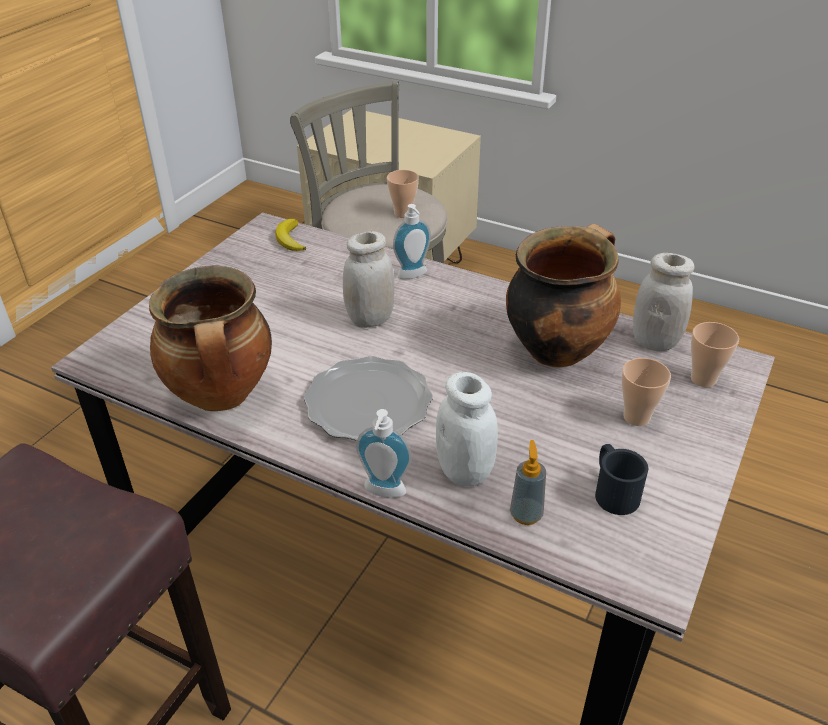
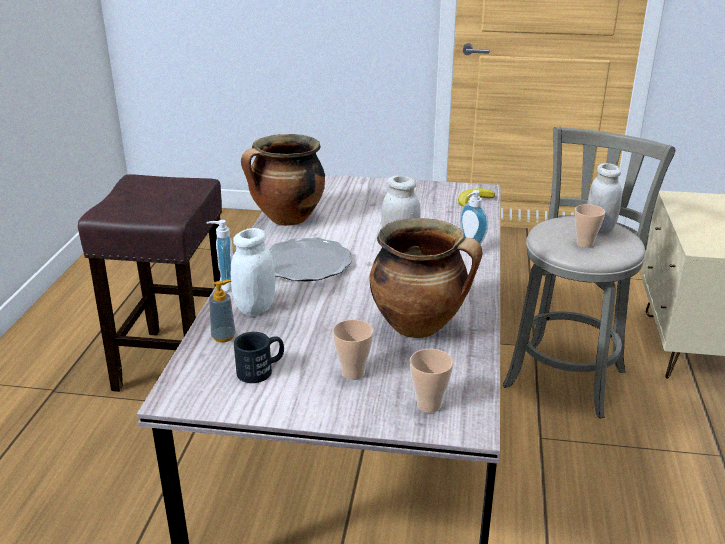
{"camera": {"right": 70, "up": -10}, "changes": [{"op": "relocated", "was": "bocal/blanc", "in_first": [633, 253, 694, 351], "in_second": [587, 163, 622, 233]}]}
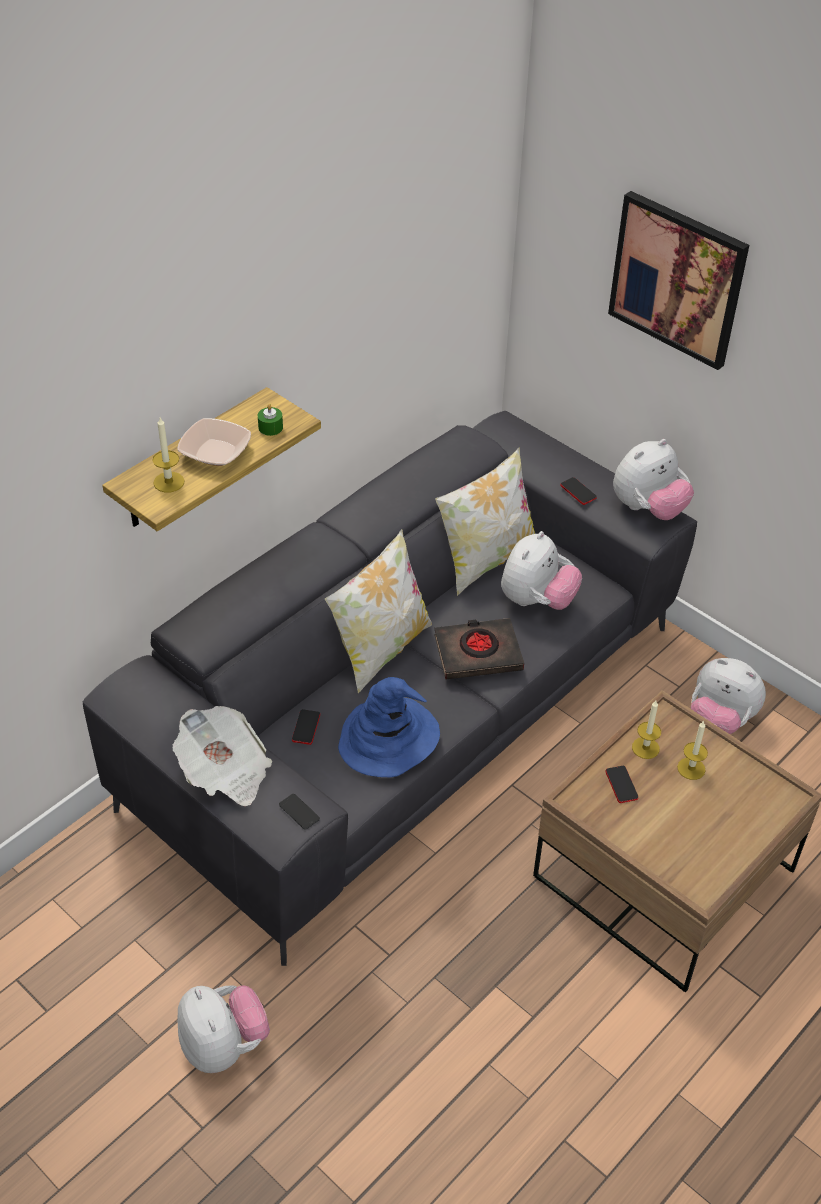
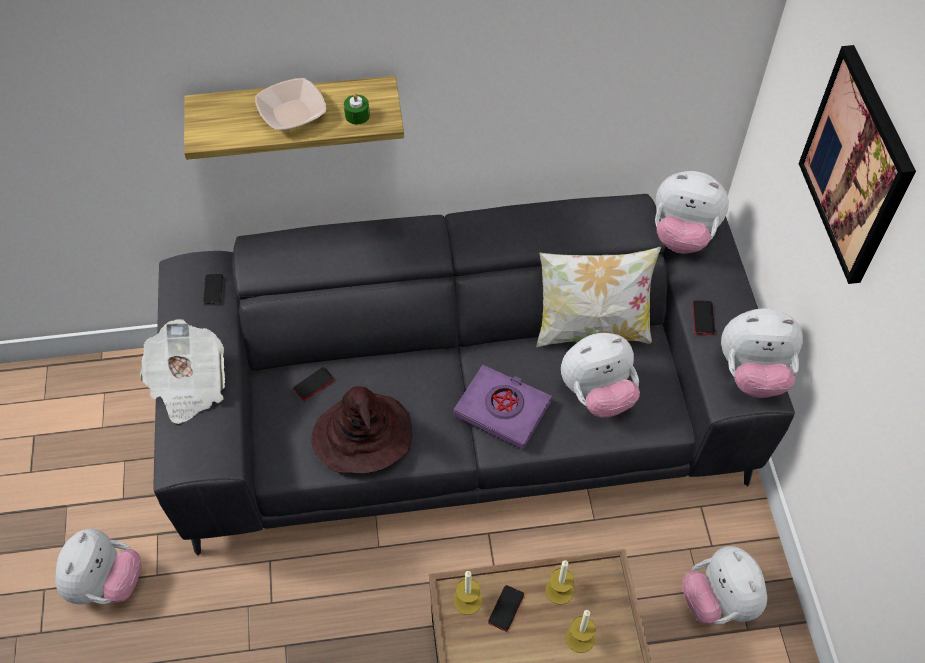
{"camera": {"right": 40, "up": 10}, "changes": [{"op": "relocated", "was": "bougie", "in_first": [152, 418, 185, 492], "in_second": [453, 571, 482, 615]}, {"op": "missing", "was": "coussin", "in_first": [325, 529, 432, 693]}, {"op": "colour", "was": "livre/noir", "now": "livre/violet", "in_first": [434, 618, 524, 679], "in_second": [453, 365, 552, 449]}, {"op": "colour", "was": "chapeau/bleu", "now": "chapeau/marron", "in_first": [338, 677, 440, 777], "in_second": [311, 386, 412, 474]}, {"op": "relocated", "was": "téléphone", "in_first": [279, 794, 320, 830], "in_second": [203, 274, 223, 304]}, {"op": "appeared", "now": "peluche", "in_second": [655, 171, 729, 254]}]}
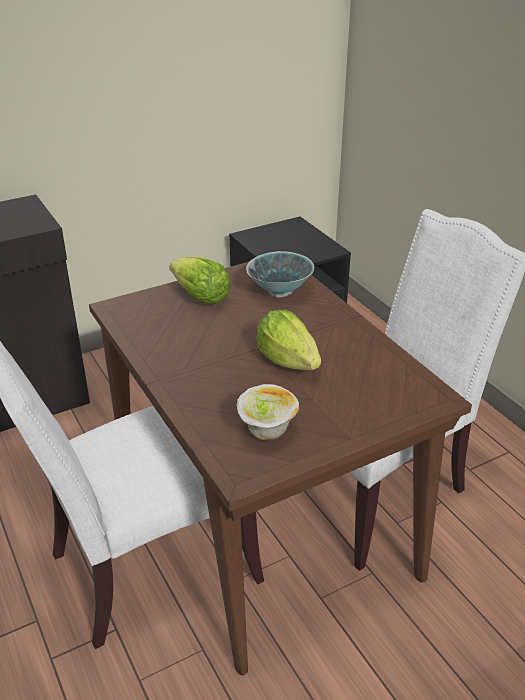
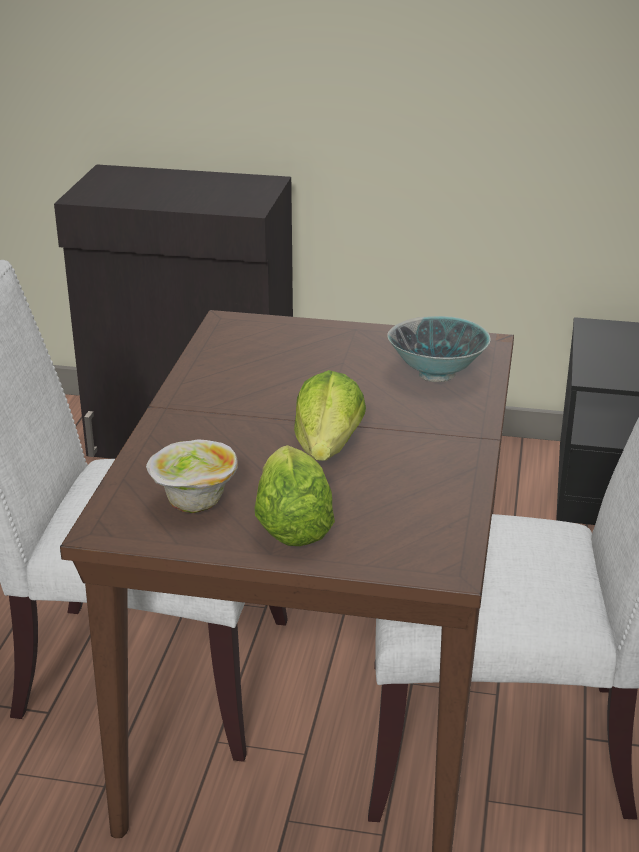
{"camera": {"right": 40, "up": -5}, "changes": [{"op": "relocated", "was": "laitue", "in_first": [169, 257, 231, 304], "in_second": [255, 445, 335, 546]}]}
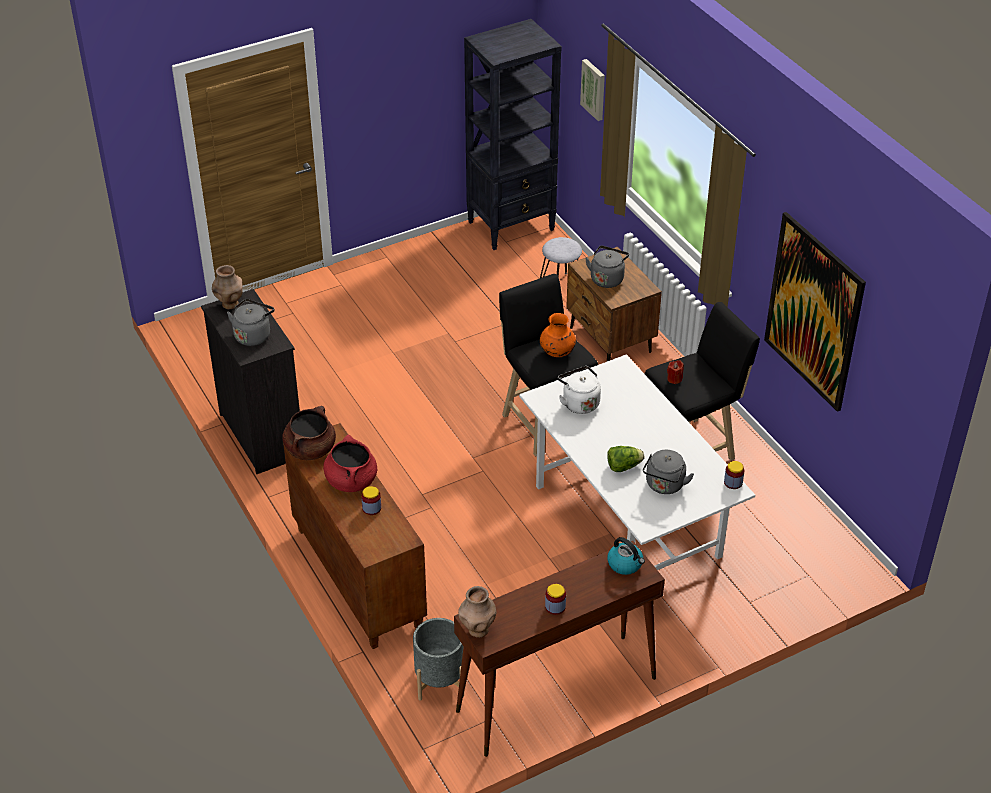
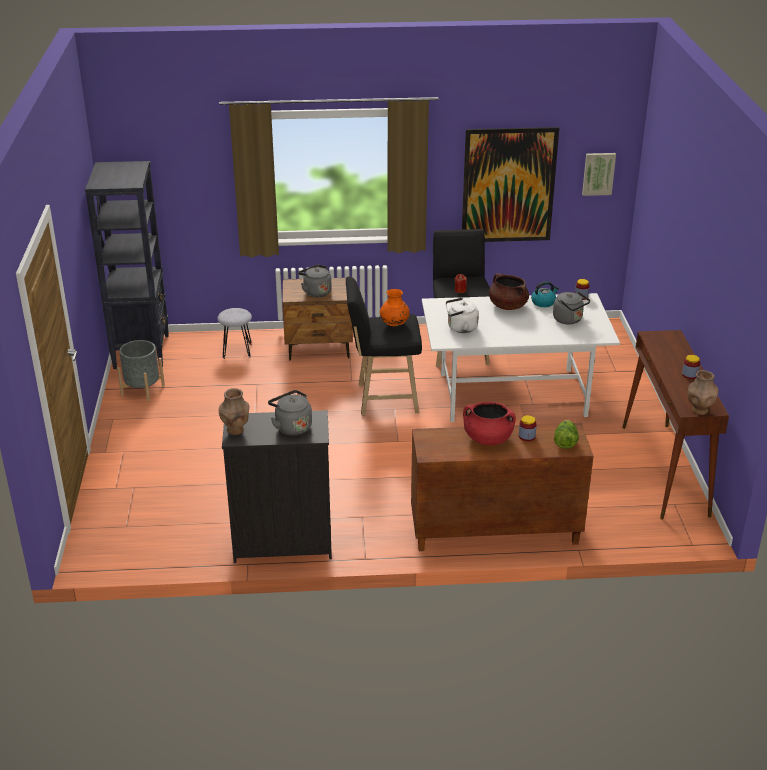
{"camera": {"right": -65, "up": -10}, "changes": [{"op": "relocated", "was": "tableau", "in_first": [580, 59, 605, 121], "in_second": [582, 153, 616, 196]}, {"op": "relocated", "was": "marmite/marron", "in_first": [282, 406, 336, 460], "in_second": [489, 273, 529, 310]}, {"op": "relocated", "was": "laitue", "in_first": [607, 446, 645, 472], "in_second": [554, 420, 579, 449]}, {"op": "relocated", "was": "bouilloire", "in_first": [607, 537, 645, 575], "in_second": [531, 281, 559, 307]}, {"op": "relocated", "was": "cache-pot/gris", "in_first": [413, 618, 464, 700], "in_second": [117, 340, 165, 402]}]}
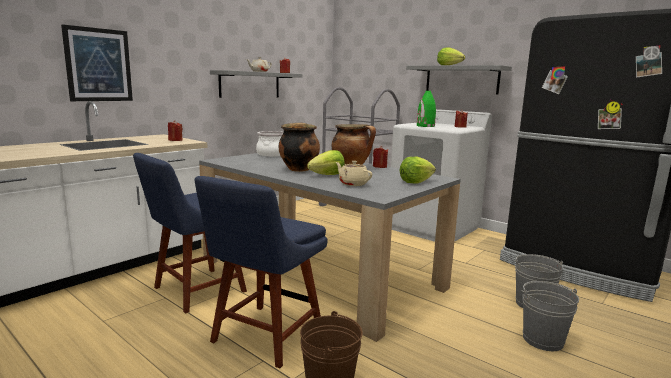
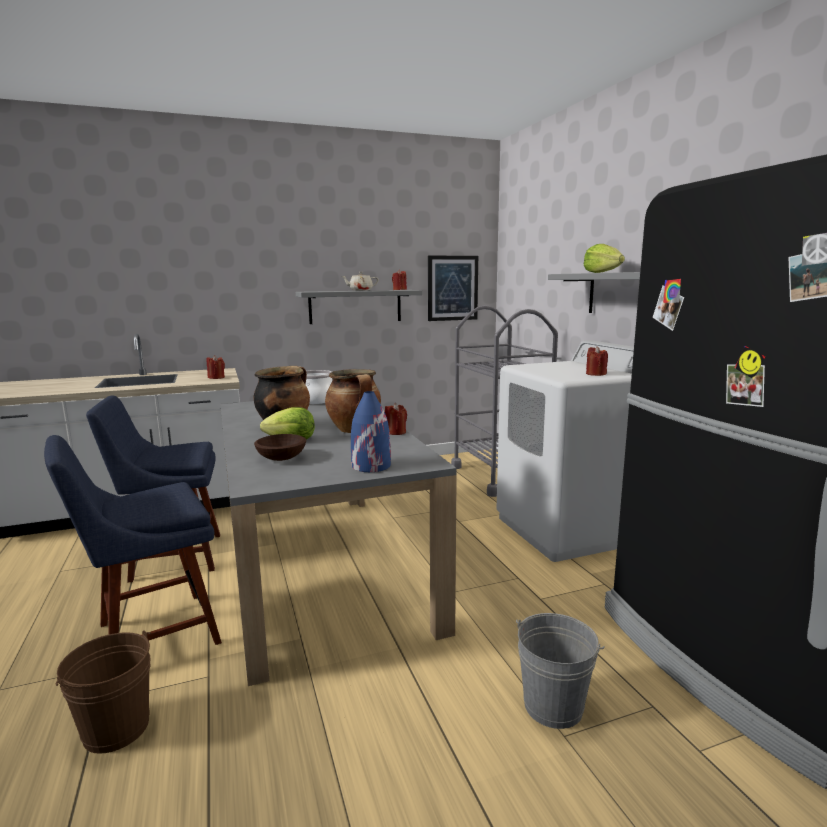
{"camera": {"right": 30, "up": 0}, "changes": [{"op": "relocated", "was": "tableau", "in_first": [61, 24, 133, 101], "in_second": [428, 256, 478, 321]}, {"op": "missing", "was": "vase/vert", "in_first": [417, 91, 436, 127]}, {"op": "exchanged", "was": "laitue", "now": "vase/bleu", "in_first": [399, 156, 436, 183], "in_second": [351, 391, 391, 472]}, {"op": "exchanged", "was": "théière/beige", "now": "bol/marron", "in_first": [335, 161, 372, 186], "in_second": [254, 434, 306, 461]}, {"op": "missing", "was": "seau/gris", "in_first": [522, 281, 579, 351]}]}
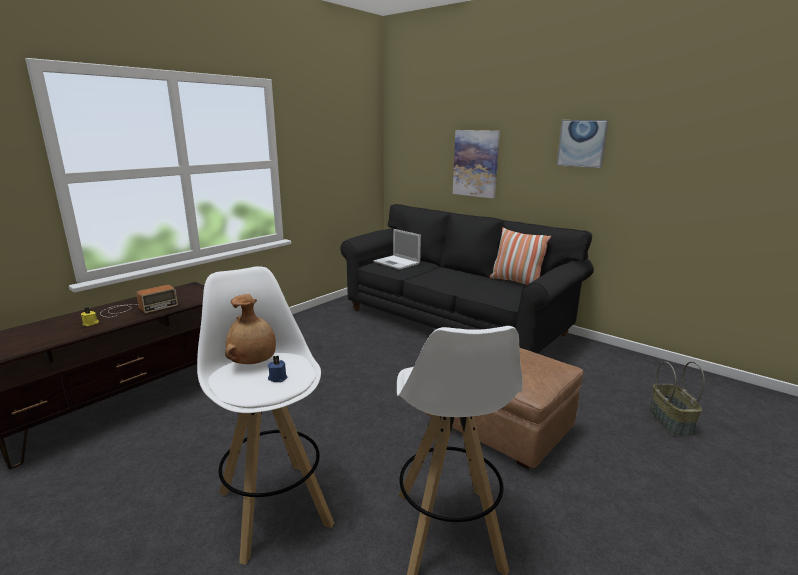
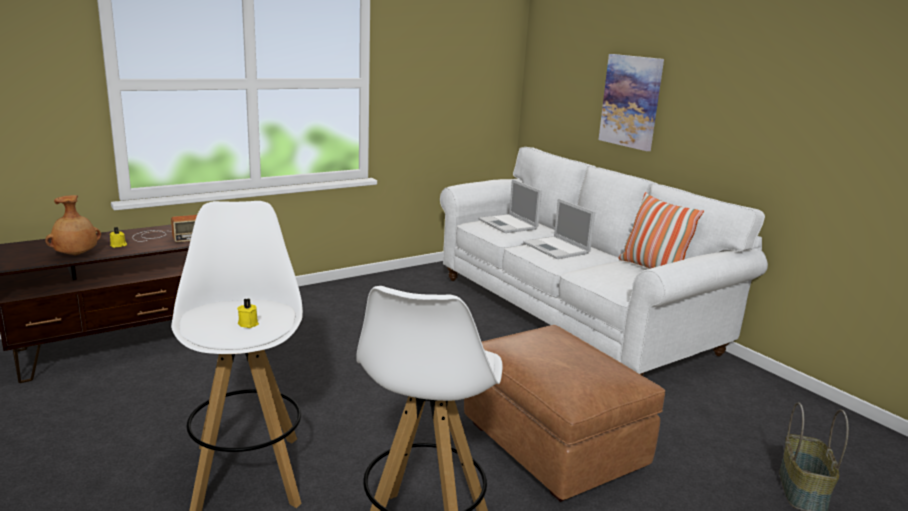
{"camera": {"right": 15, "up": 0}, "changes": [{"op": "missing", "was": "tableau", "in_first": [557, 120, 609, 168]}, {"op": "colour", "was": "canapé/noir", "now": "canapé/blanc", "in_first": [340, 204, 594, 354], "in_second": [440, 147, 768, 376]}, {"op": "relocated", "was": "vase/marron", "in_first": [225, 294, 276, 364], "in_second": [45, 195, 101, 255]}, {"op": "colour", "was": "bougie/bleu", "now": "bougie/jaune", "in_first": [268, 355, 288, 382], "in_second": [237, 299, 259, 328]}, {"op": "appeared", "now": "ordinateur portable", "in_second": [523, 198, 595, 259]}]}
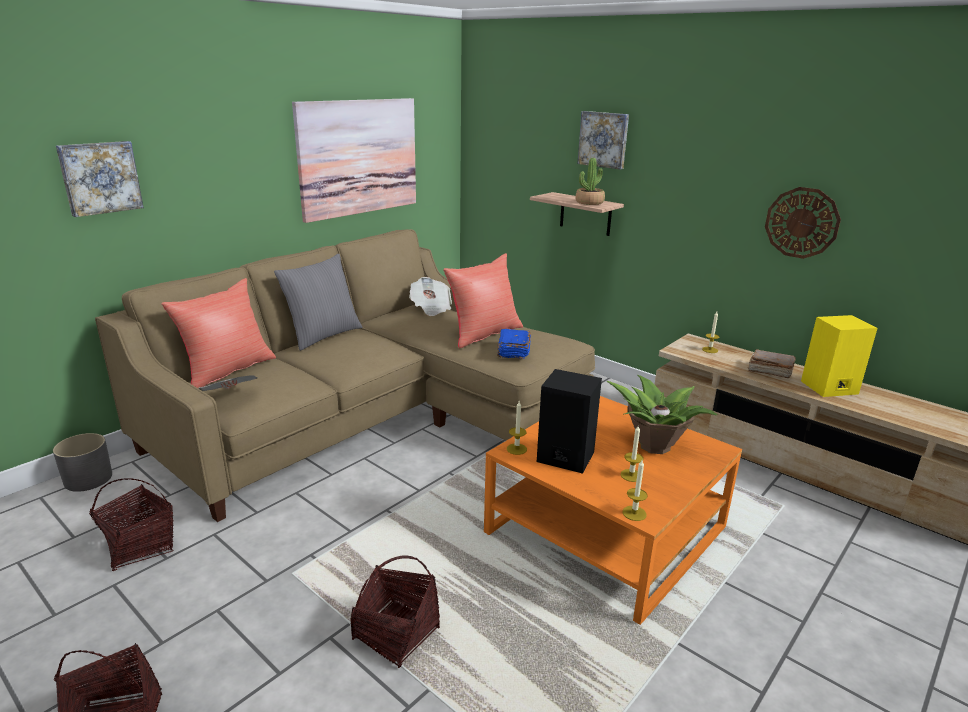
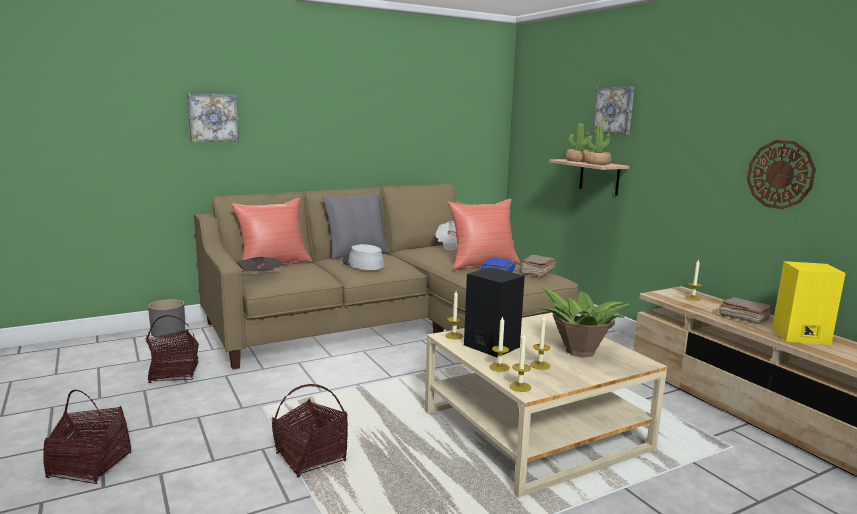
{"camera": {"right": 20, "up": -10}, "changes": [{"op": "missing", "was": "tableau", "in_first": [292, 98, 416, 223]}, {"op": "colour", "was": "table basse/orange", "now": "table basse/beige", "in_first": [484, 396, 742, 625], "in_second": [425, 313, 667, 498]}, {"op": "appeared", "now": "plante en pot", "in_second": [566, 123, 590, 162]}, {"op": "appeared", "now": "chapeau/gris", "in_second": [342, 244, 384, 270]}, {"op": "appeared", "now": "livre/marron", "in_second": [519, 255, 556, 277]}, {"op": "appeared", "now": "bougie", "in_second": [489, 316, 510, 372]}]}
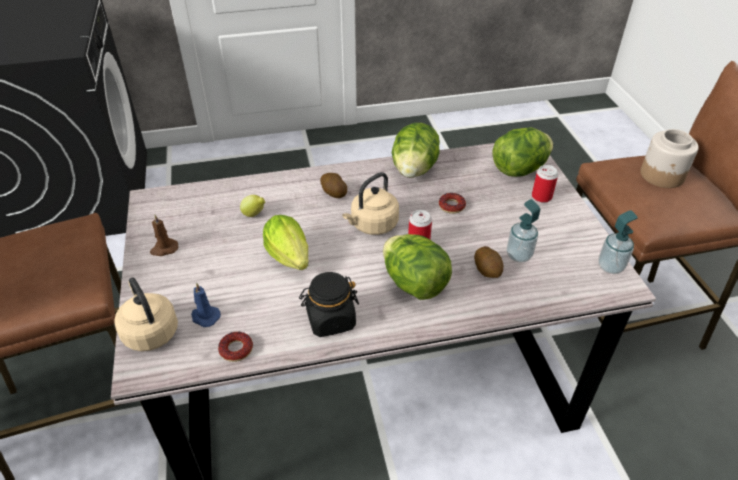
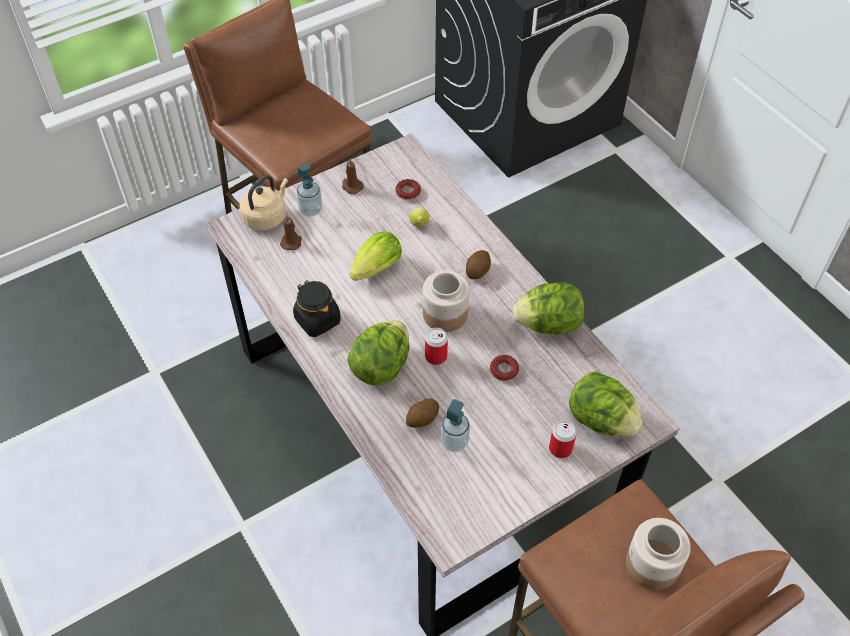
{"camera": {"right": 70, "up": 10}, "changes": [{"op": "exchanged", "was": "bouilloire/beige", "now": "bocal", "in_first": [342, 172, 399, 235], "in_second": [423, 270, 469, 332]}, {"op": "relocated", "was": "distributeur de savon", "in_first": [598, 210, 638, 274], "in_second": [297, 164, 322, 216]}, {"op": "colour", "was": "bougie/bleu", "now": "bougie/marron", "in_first": [191, 282, 221, 327], "in_second": [280, 215, 302, 250]}, {"op": "relocated", "was": "beignet", "in_first": [218, 332, 253, 362], "in_second": [395, 179, 421, 200]}]}
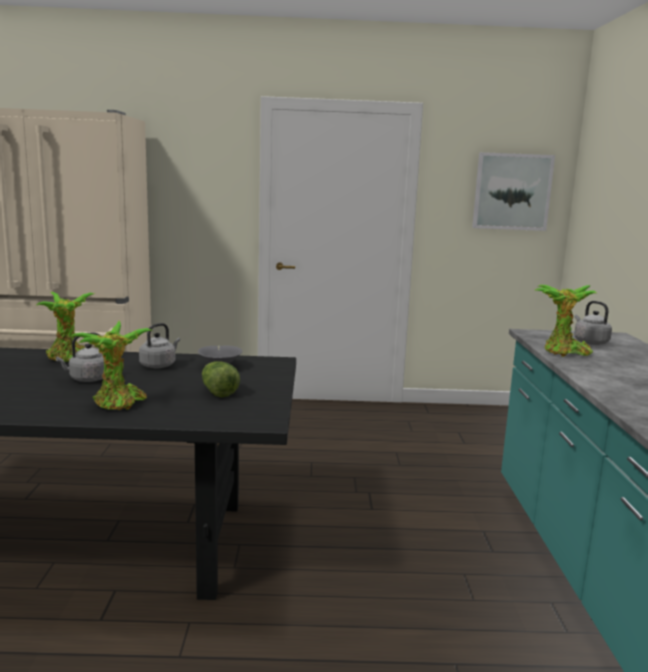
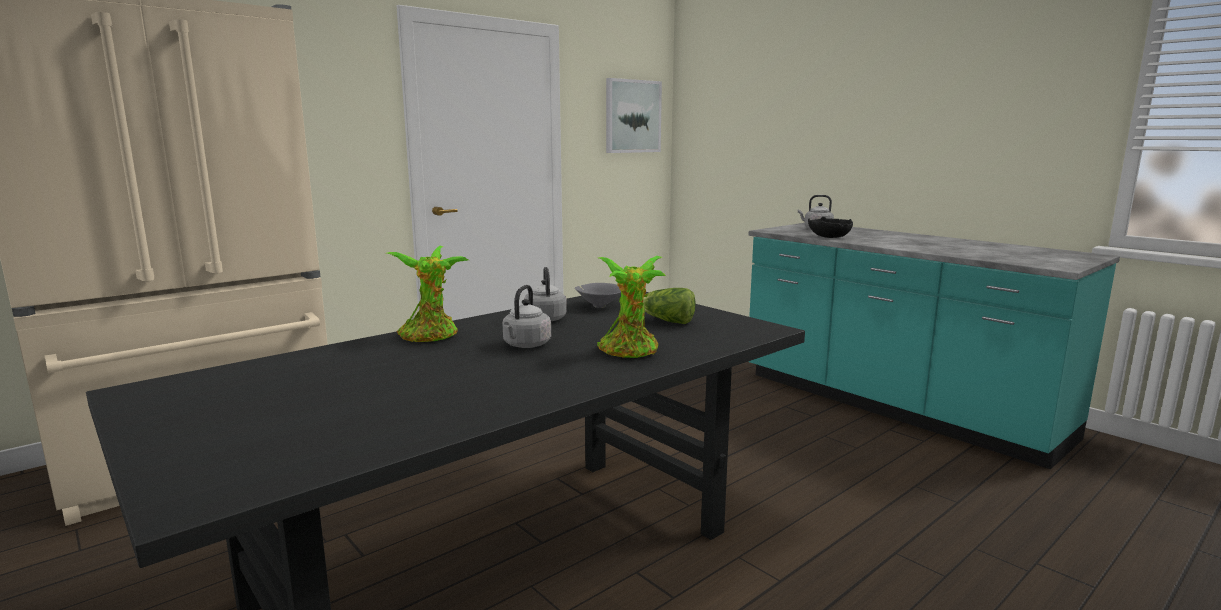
{"camera": {"right": -40, "up": 0}, "changes": [{"op": "exchanged", "was": "plante en pot", "now": "bol/noir", "in_first": [535, 285, 597, 357], "in_second": [808, 217, 853, 238]}]}
